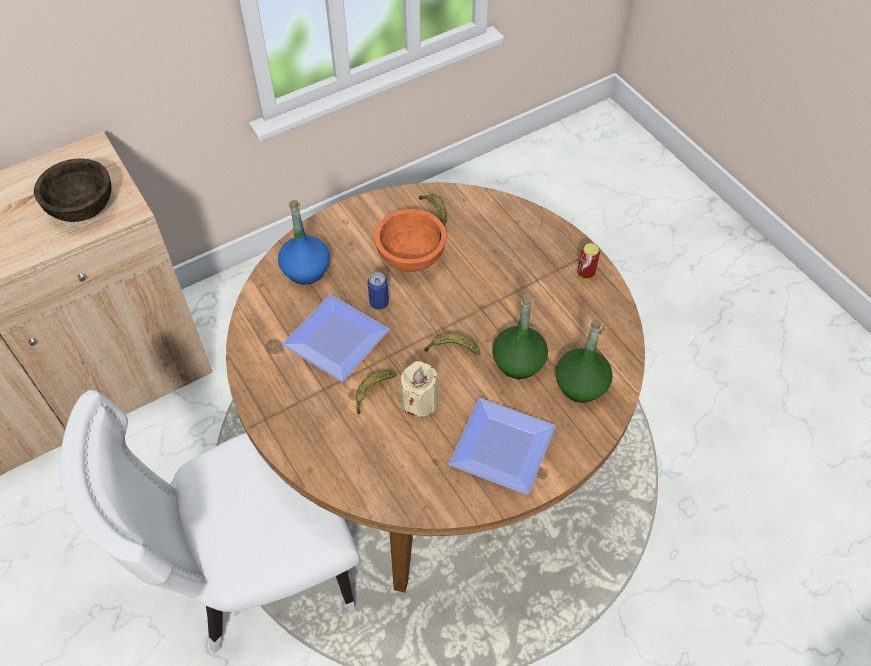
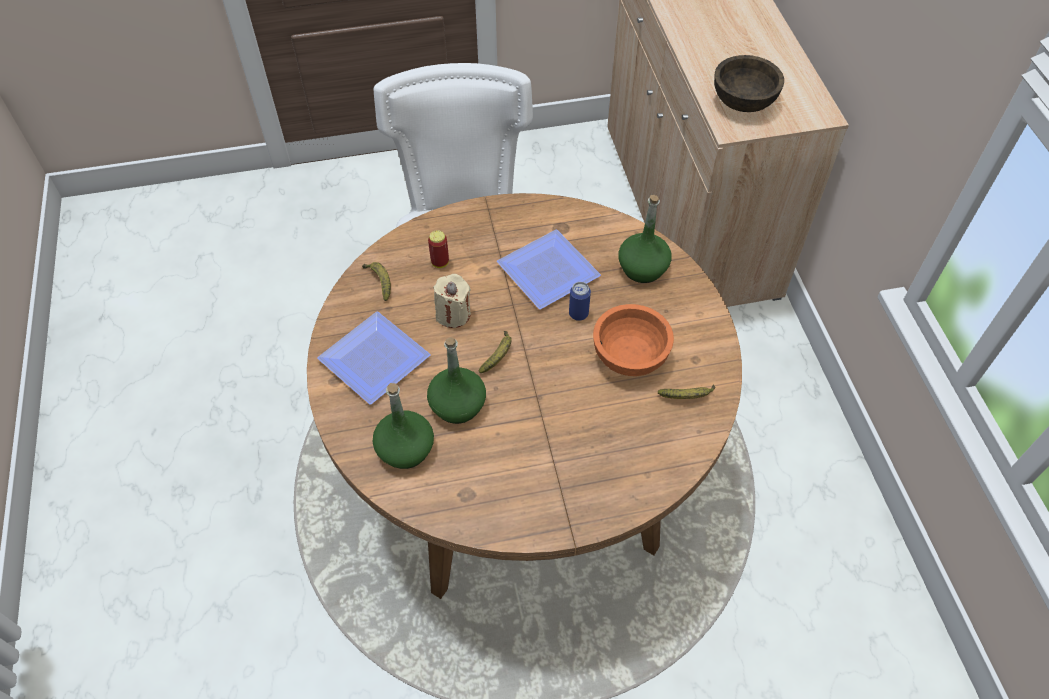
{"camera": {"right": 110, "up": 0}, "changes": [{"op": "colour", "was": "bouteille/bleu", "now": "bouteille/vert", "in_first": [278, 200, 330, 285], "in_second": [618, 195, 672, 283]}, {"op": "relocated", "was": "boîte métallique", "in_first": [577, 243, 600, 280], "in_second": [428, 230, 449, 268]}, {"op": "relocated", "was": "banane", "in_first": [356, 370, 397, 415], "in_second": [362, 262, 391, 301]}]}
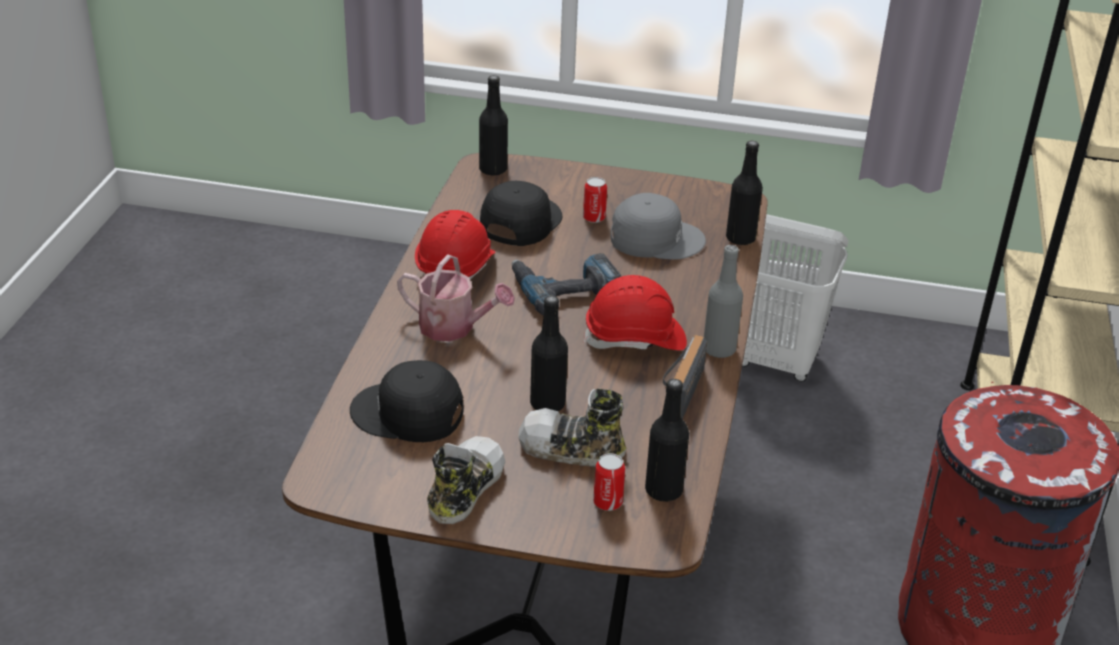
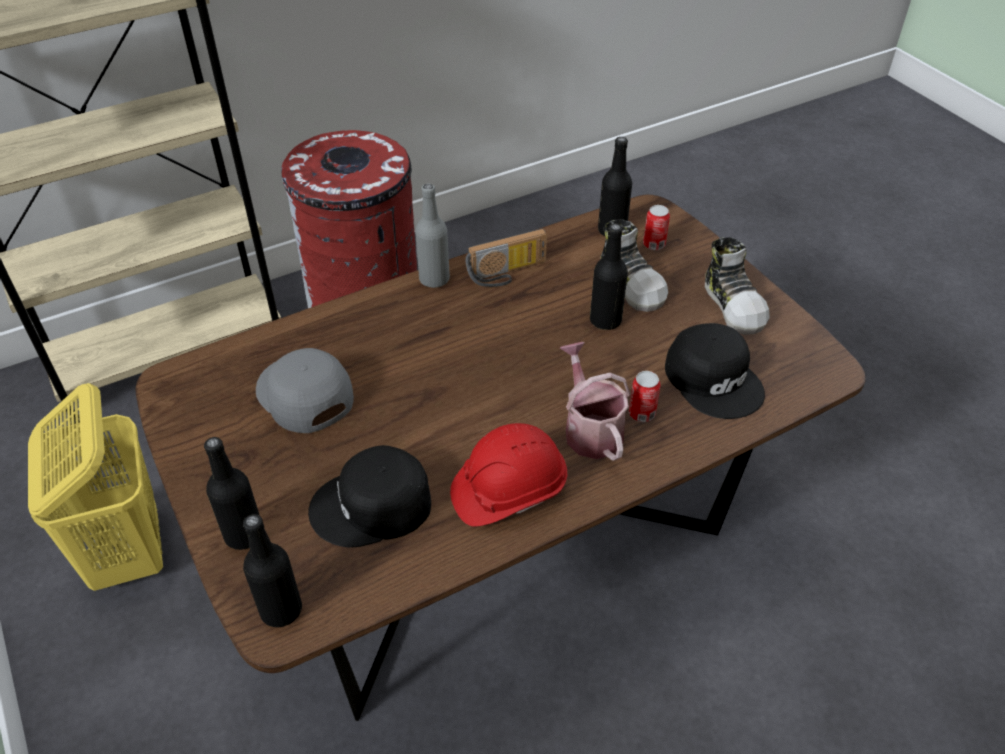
{"camera": {"right": -130, "up": 10}, "changes": [{"op": "relocated", "was": "bouteille/noir", "in_first": [726, 141, 763, 245], "in_second": [204, 437, 260, 550]}, {"op": "relocated", "was": "boîte métallique", "in_first": [583, 177, 607, 223], "in_second": [629, 371, 661, 422]}, {"op": "colour", "was": "panier à linge/blanc", "now": "panier à linge/jaune", "in_first": [742, 214, 849, 382], "in_second": [28, 383, 163, 591]}, {"op": "missing", "was": "perceuse", "in_first": [512, 253, 622, 315]}, {"op": "missing", "was": "casque de chantier/rouge", "in_first": [584, 275, 687, 351]}, {"op": "spun", "was": "chaussure", "in_first": [427, 436, 505, 524], "in_second": [705, 237, 770, 335], "clockwise": -90}]}
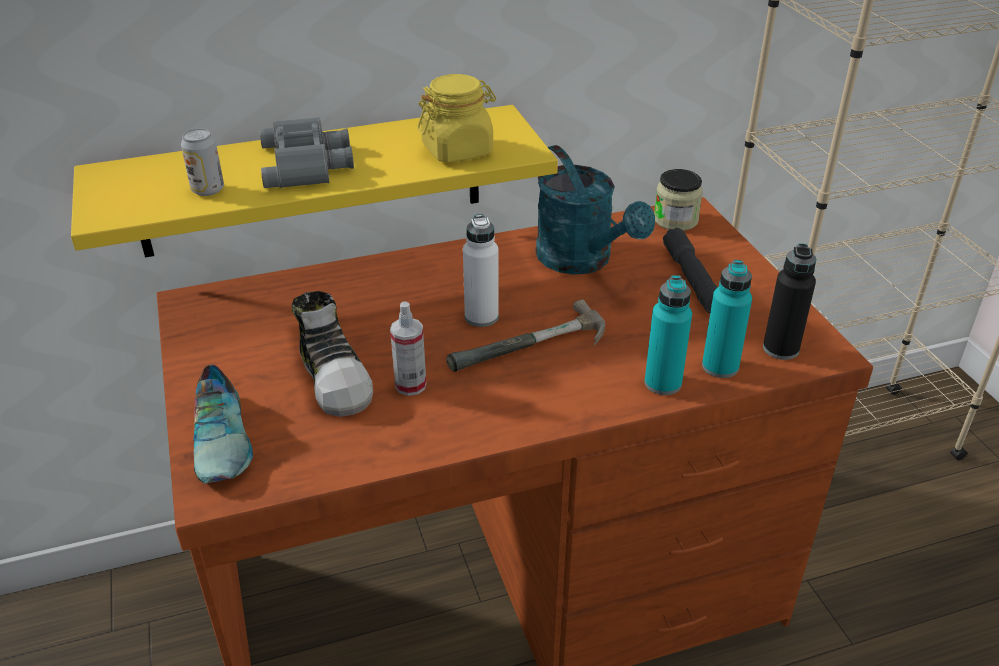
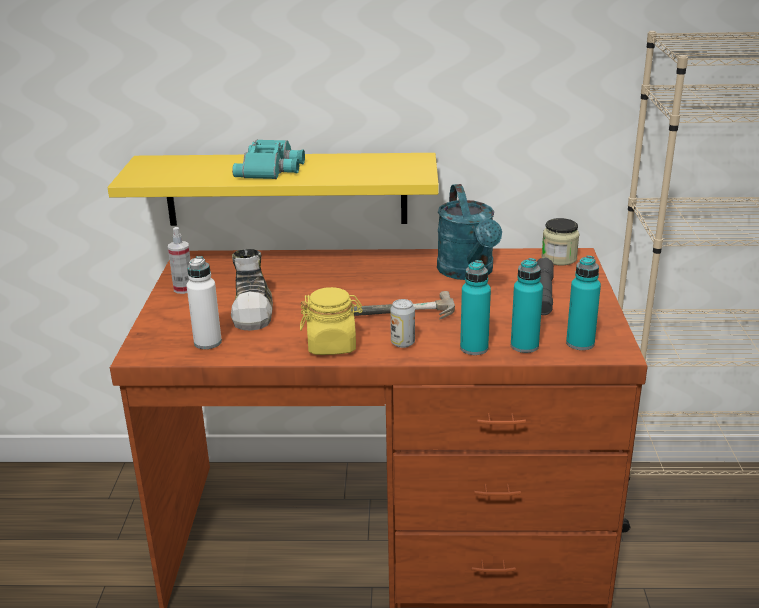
{"camera": {"right": 20, "up": -10}, "changes": [{"op": "relocated", "was": "bocal/jaune", "in_first": [418, 74, 496, 163], "in_second": [300, 287, 363, 355]}, {"op": "colour", "was": "jumelles/gris", "now": "jumelles/turquoise", "in_first": [259, 117, 354, 188], "in_second": [232, 140, 305, 179]}, {"op": "relocated", "was": "boîte métallique", "in_first": [181, 128, 224, 196], "in_second": [390, 299, 415, 348]}, {"op": "relocated", "was": "bouteille/blanc", "in_first": [463, 214, 499, 327], "in_second": [186, 256, 222, 349]}, {"op": "colour", "was": "bouteille/noir", "now": "bouteille/turquoise", "in_first": [763, 243, 816, 360], "in_second": [566, 256, 601, 350]}, {"op": "relocated", "was": "vaporisateur", "in_first": [390, 301, 426, 396], "in_second": [168, 227, 191, 294]}, {"op": "missing", "was": "chaussure", "in_first": [193, 365, 253, 483]}]}
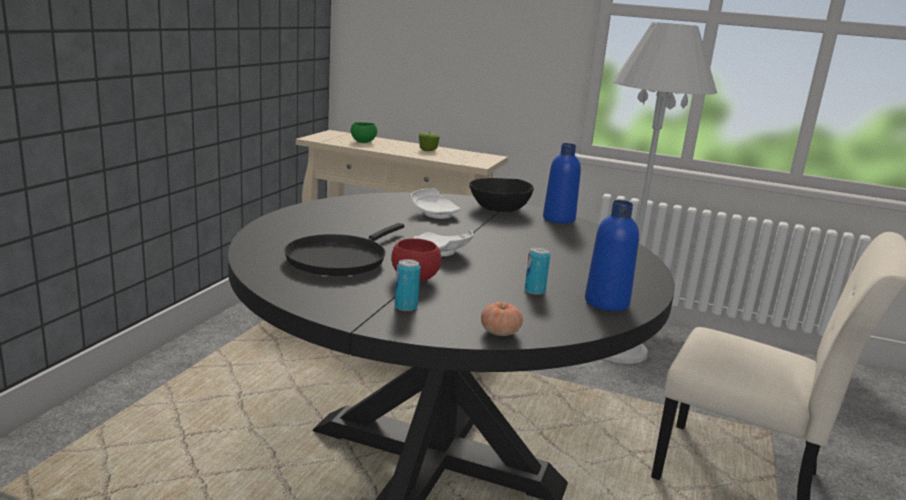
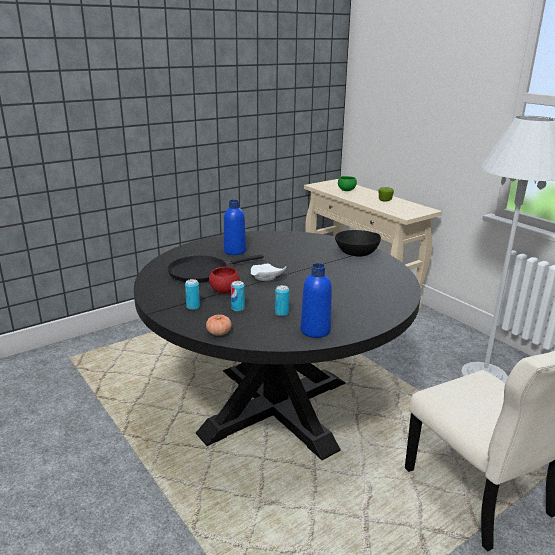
{"camera": {"right": 35, "up": 5}, "changes": [{"op": "relocated", "was": "bouteille/bleu", "in_first": [543, 143, 581, 224], "in_second": [224, 200, 246, 255]}, {"op": "missing", "was": "assiette/blanc", "in_first": [411, 189, 460, 219]}, {"op": "appeared", "now": "boîte métallique", "in_second": [231, 281, 245, 311]}]}
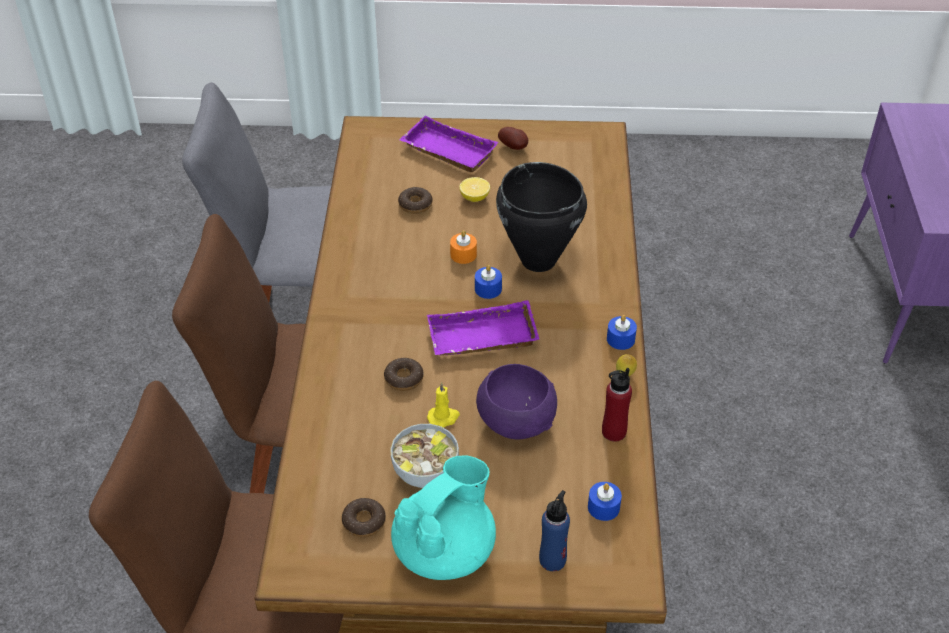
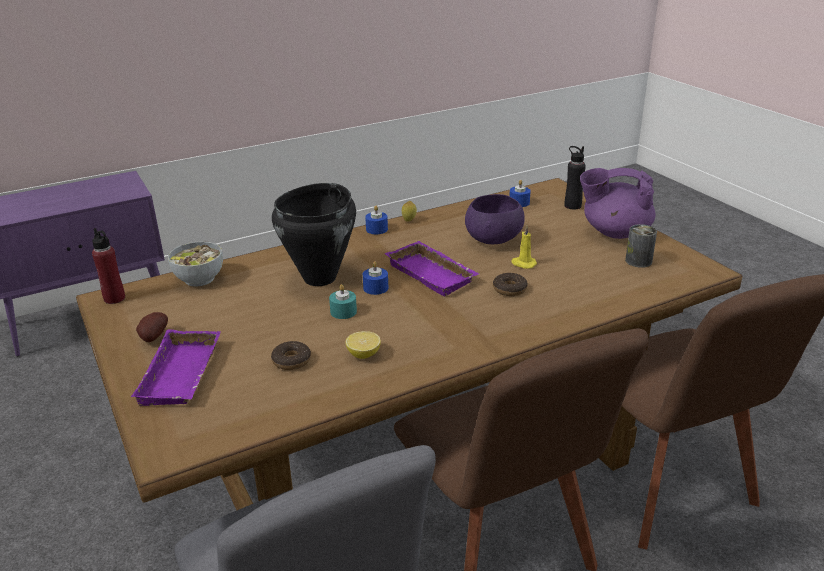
{"camera": {"right": -120, "up": -15}, "changes": [{"op": "relocated", "was": "citron", "in_first": [459, 177, 490, 202], "in_second": [346, 331, 381, 359]}, {"op": "colour", "was": "bougie/orange", "now": "bougie/turquoise", "in_first": [450, 230, 477, 264], "in_second": [329, 284, 357, 319]}, {"op": "relocated", "was": "bouteille/rouge", "in_first": [602, 368, 632, 442], "in_second": [92, 228, 125, 304]}, {"op": "relocated", "was": "bol", "in_first": [390, 424, 459, 488], "in_second": [168, 241, 223, 286]}, {"op": "colour", "was": "théière/turquoise", "now": "théière/violet", "in_first": [391, 456, 496, 580], "in_second": [580, 168, 656, 239]}, {"op": "colour", "was": "bouteille/bleu", "now": "bouteille/noir", "in_first": [539, 490, 570, 571], "in_second": [565, 146, 586, 210]}, {"op": "exchanged", "was": "beignet", "now": "boîte métallique", "in_first": [342, 498, 386, 537], "in_second": [625, 224, 657, 268]}]}
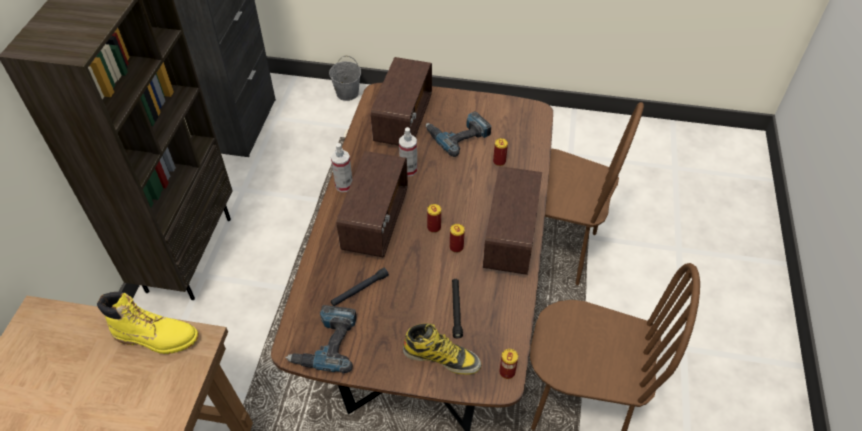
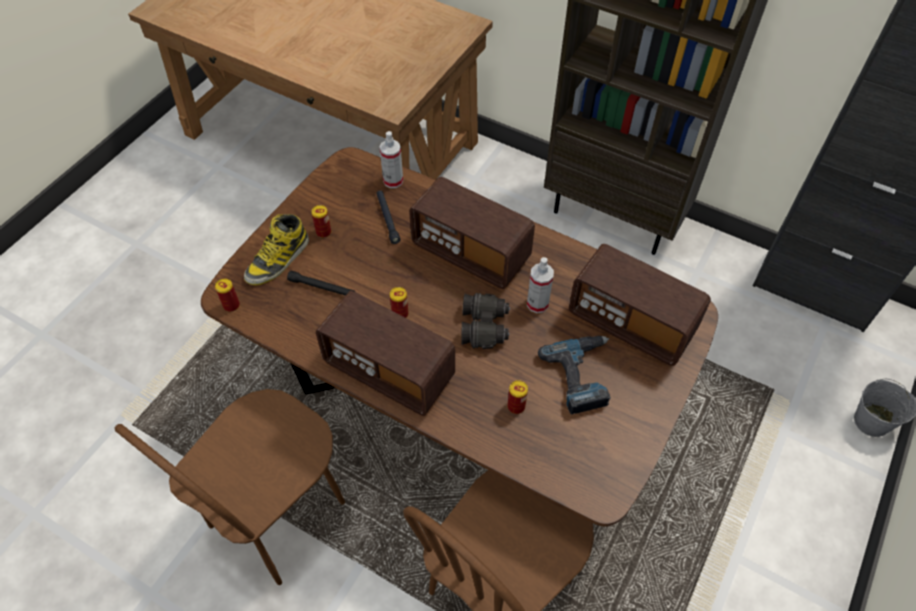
{"camera": {"right": 110, "up": 5}, "changes": [{"op": "relocated", "was": "vaporisateur", "in_first": [331, 143, 352, 192], "in_second": [380, 131, 403, 188]}, {"op": "relocated", "was": "boîte métallique", "in_first": [427, 204, 441, 233], "in_second": [311, 205, 331, 238]}, {"op": "missing", "was": "botte/jaune", "in_first": [97, 292, 199, 354]}, {"op": "missing", "was": "perceuse", "in_first": [285, 305, 357, 374]}, {"op": "appeared", "now": "jumelles/noir", "in_second": [461, 293, 510, 349]}]}
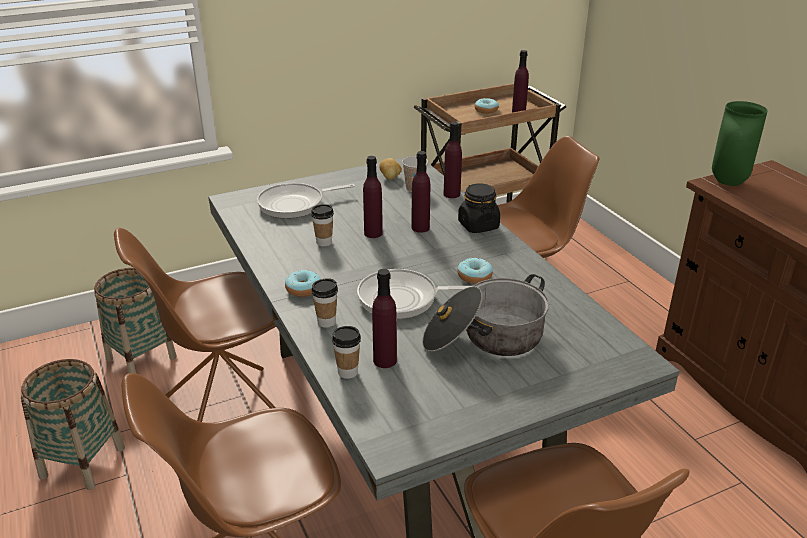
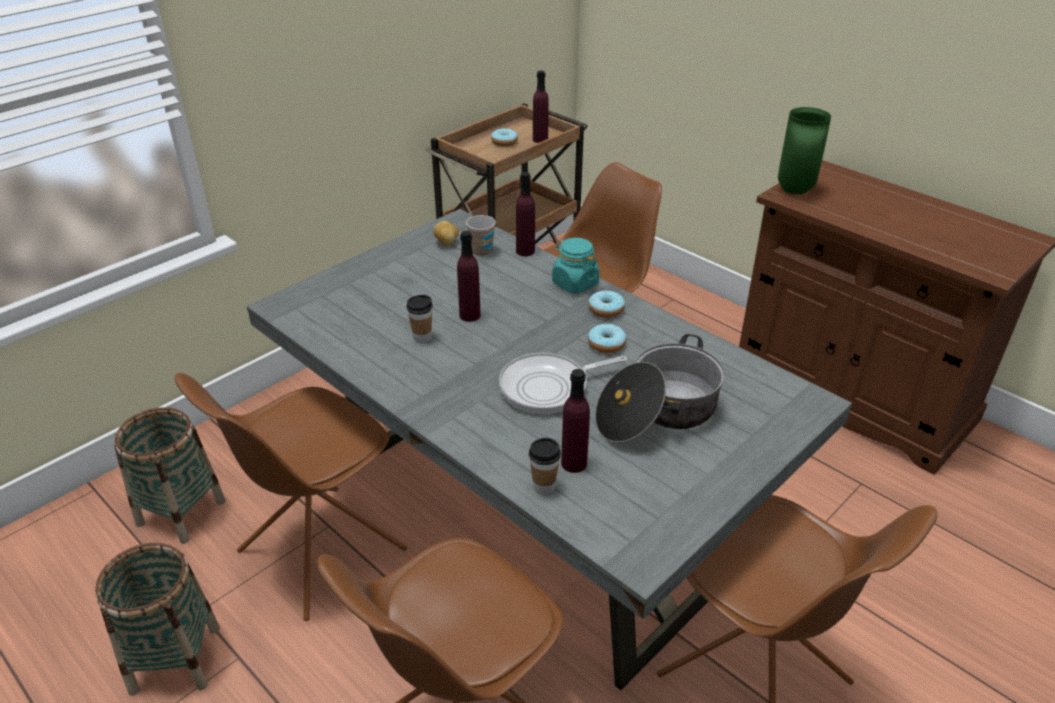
{"camera": {"right": -20, "up": 5}, "changes": [{"op": "missing", "was": "bouteille/violet", "in_first": [412, 151, 430, 233]}, {"op": "missing", "was": "poêle", "in_first": [257, 183, 355, 219]}, {"op": "colour", "was": "bocal/noir", "now": "bocal/turquoise", "in_first": [458, 183, 500, 233], "in_second": [552, 238, 599, 294]}, {"op": "relocated", "was": "beignet", "in_first": [285, 270, 320, 297], "in_second": [588, 290, 625, 318]}, {"op": "missing", "was": "tasse", "in_first": [311, 278, 338, 328]}]}
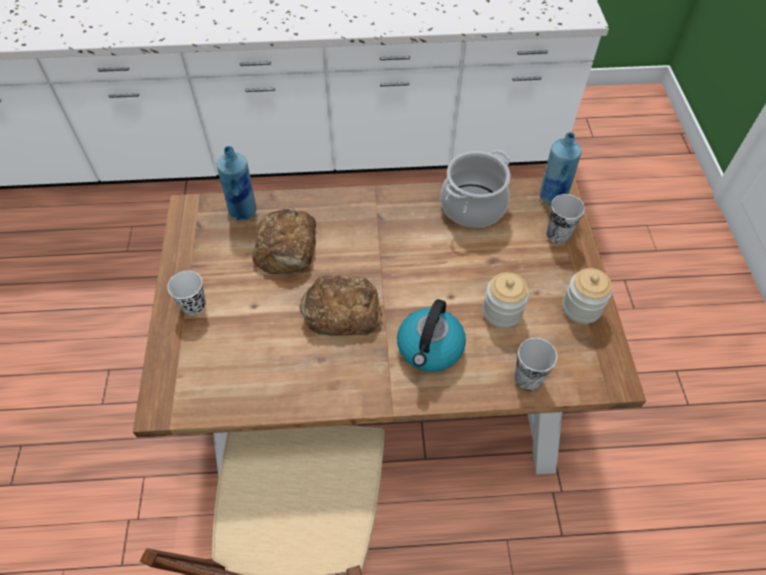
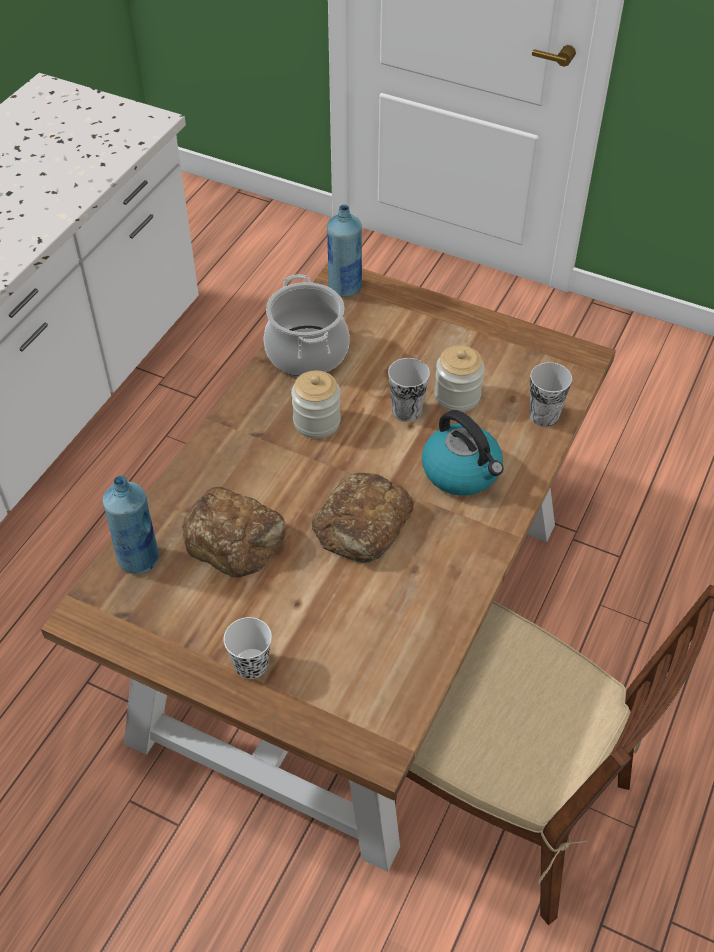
{"camera": {"right": -60, "up": -5}, "changes": [{"op": "relocated", "was": "tasse", "in_first": [547, 194, 585, 244], "in_second": [388, 358, 430, 422]}, {"op": "relocated", "was": "bocal", "in_first": [562, 268, 612, 324], "in_second": [291, 370, 341, 439]}]}
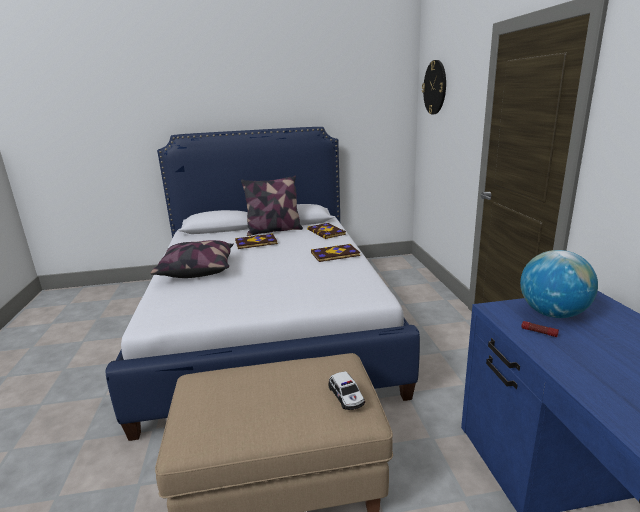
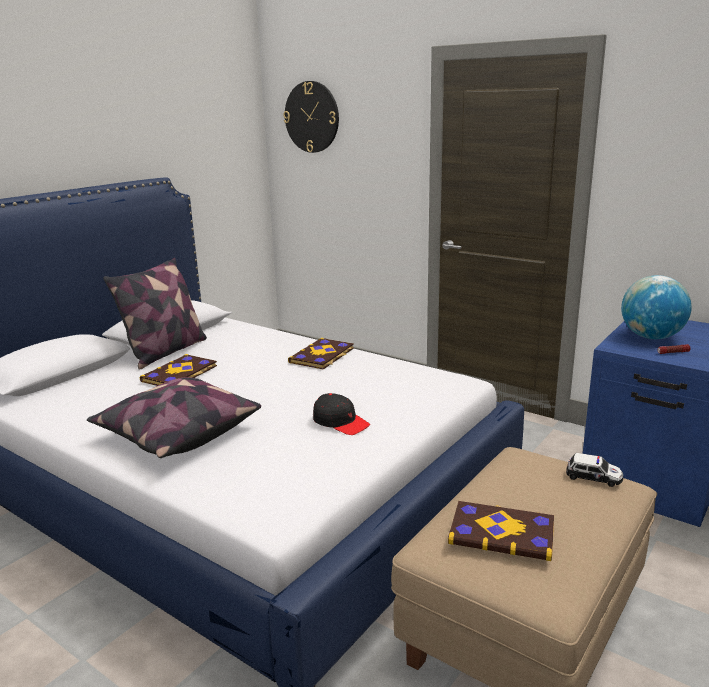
{"camera": {"right": -45, "up": 0}, "changes": [{"op": "relocated", "was": "livre", "in_first": [307, 223, 346, 239], "in_second": [448, 501, 554, 561]}, {"op": "appeared", "now": "casquette/noir", "in_second": [313, 393, 370, 435]}]}
